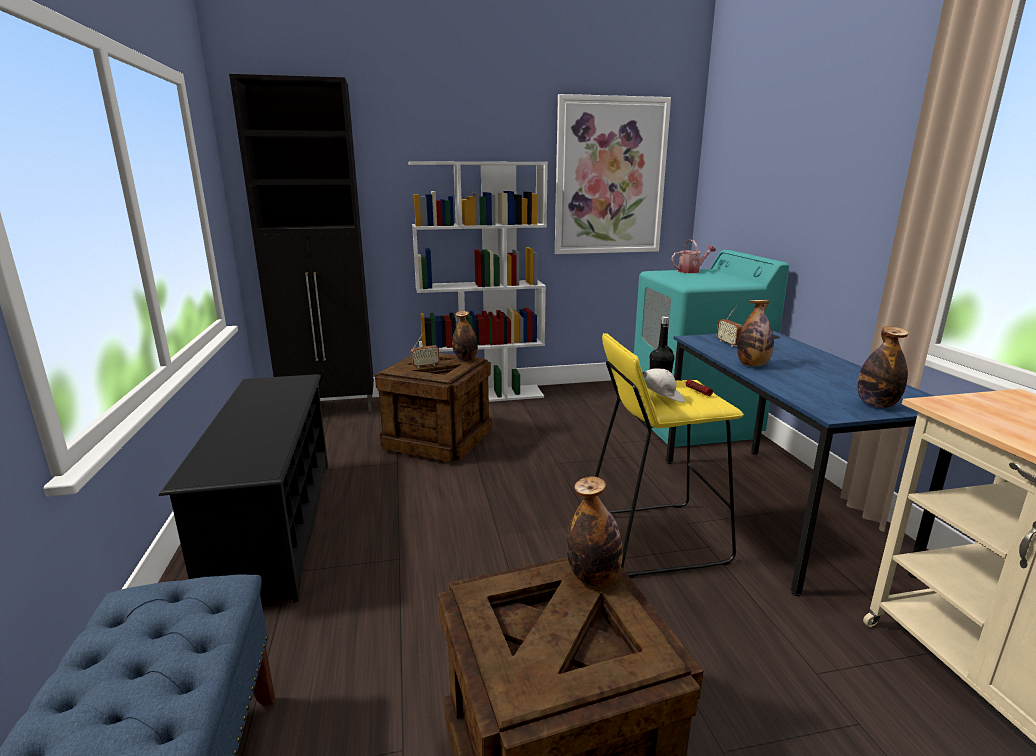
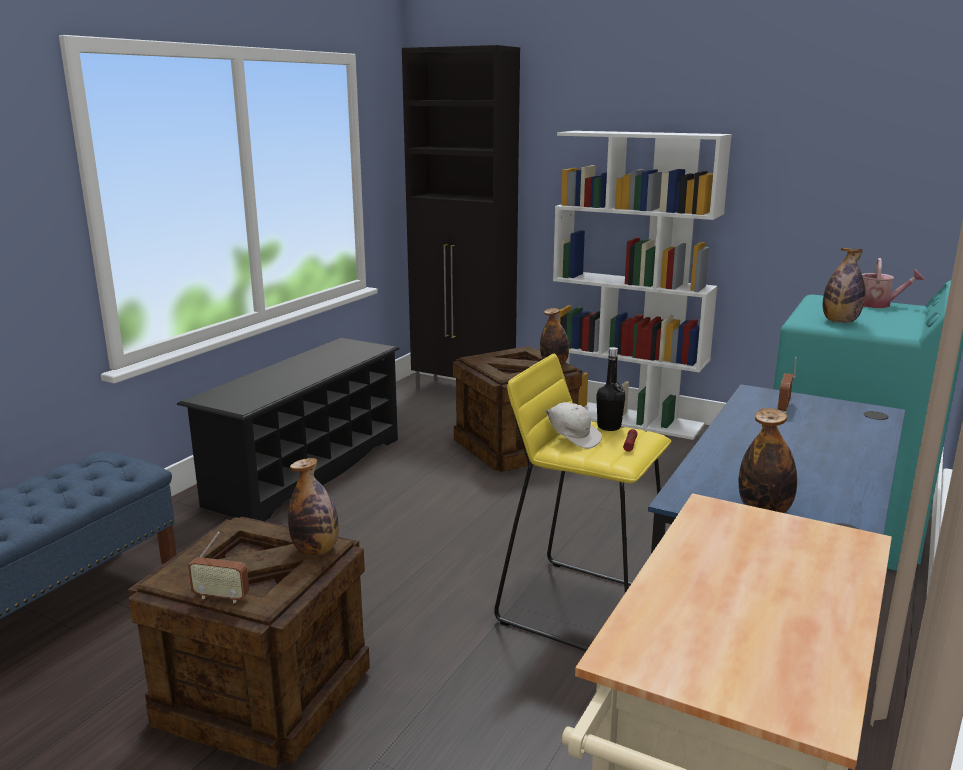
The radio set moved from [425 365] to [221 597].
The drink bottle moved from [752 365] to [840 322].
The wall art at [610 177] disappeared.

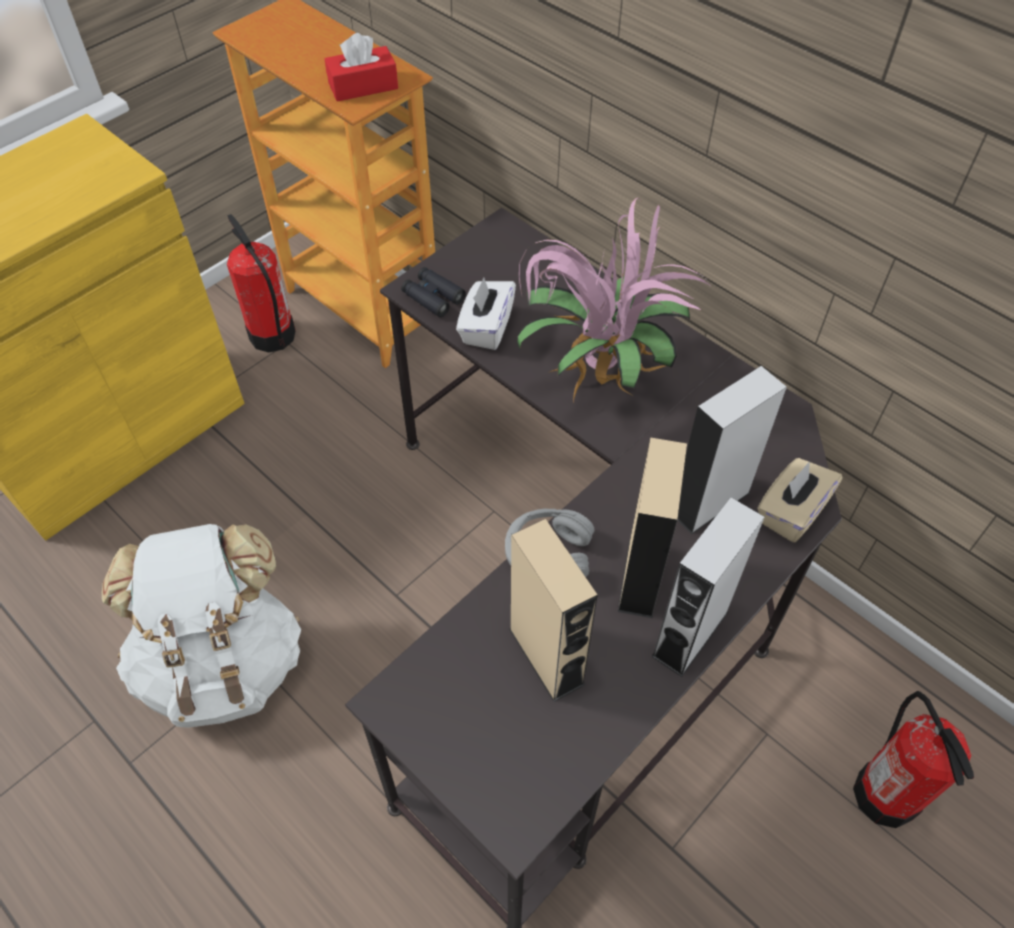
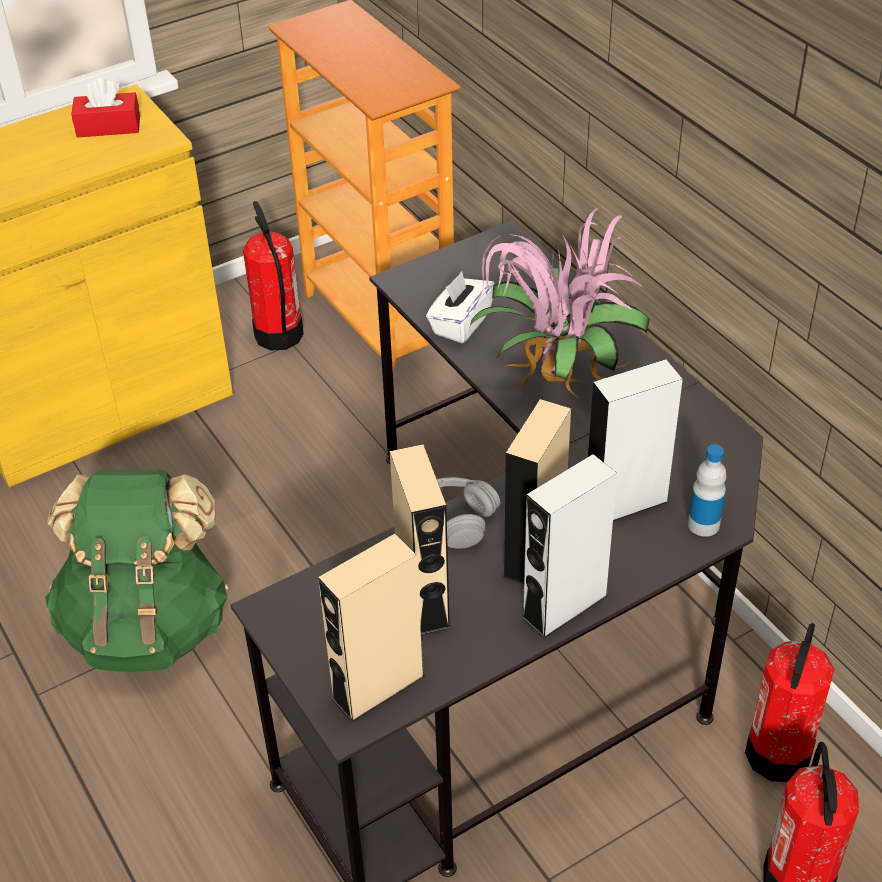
The rucksack/whitish at [224 663] became the rucksack/greenish at [148 625].
The tissue holder/red moved from [363 86] to [108 126].
The loudspeaker/beige at [378 687] appeared.
The tissue holder/beige at [791 512] was replaced by the drink bottle at [703 524].
The fire extinguisher at [779 753] appeared.
The pair of binoculars/blackish at [433 297] disappeared.

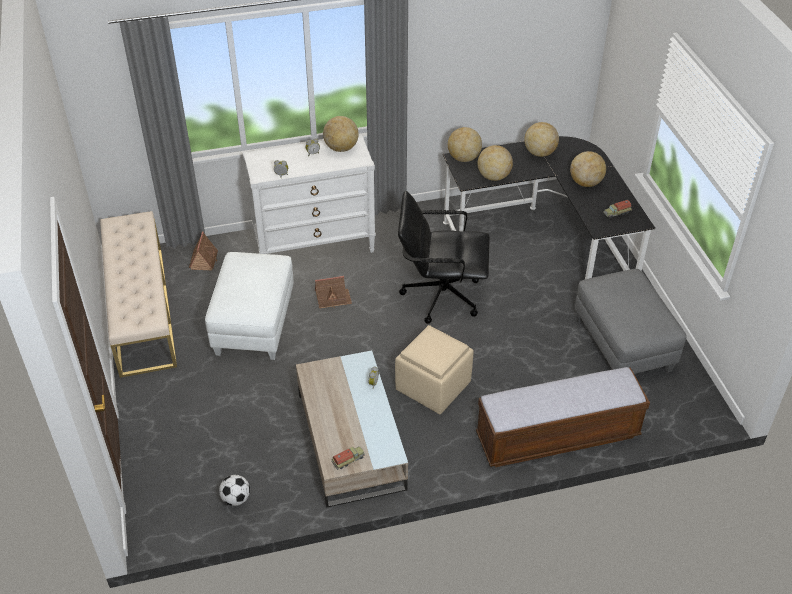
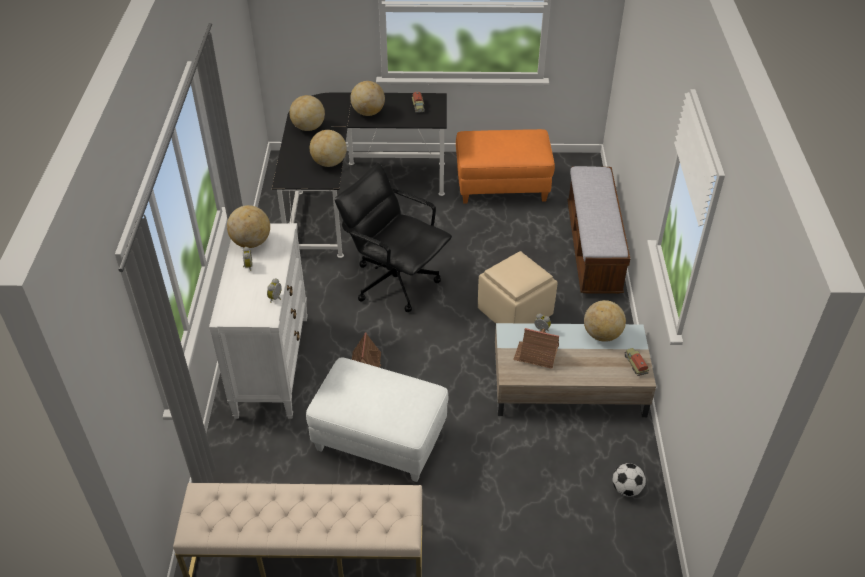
The desk chair/blackish at [441 295] turned 105 degrees clockwise.
The pouffe/greyish at [623 346] became the pouffe/orange-coloured at [502 186].
The toy house moved from [204 260] to [536 355].
The world globe moved from [463 158] to [602 335].

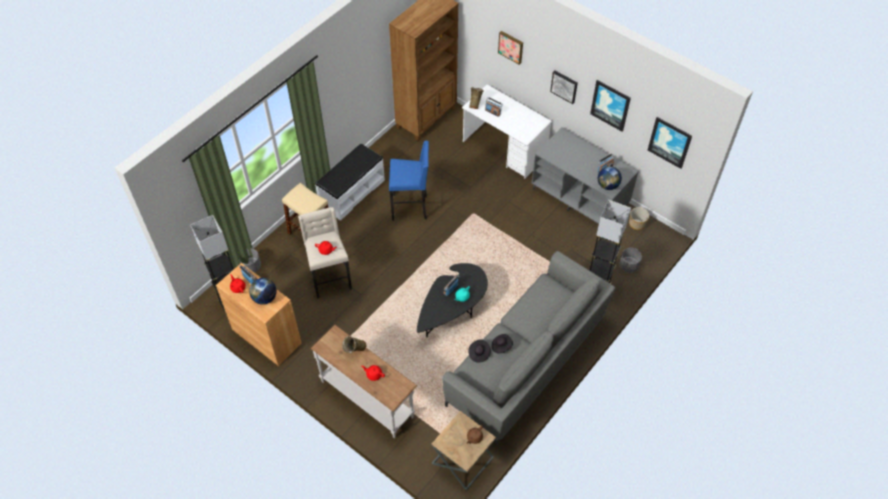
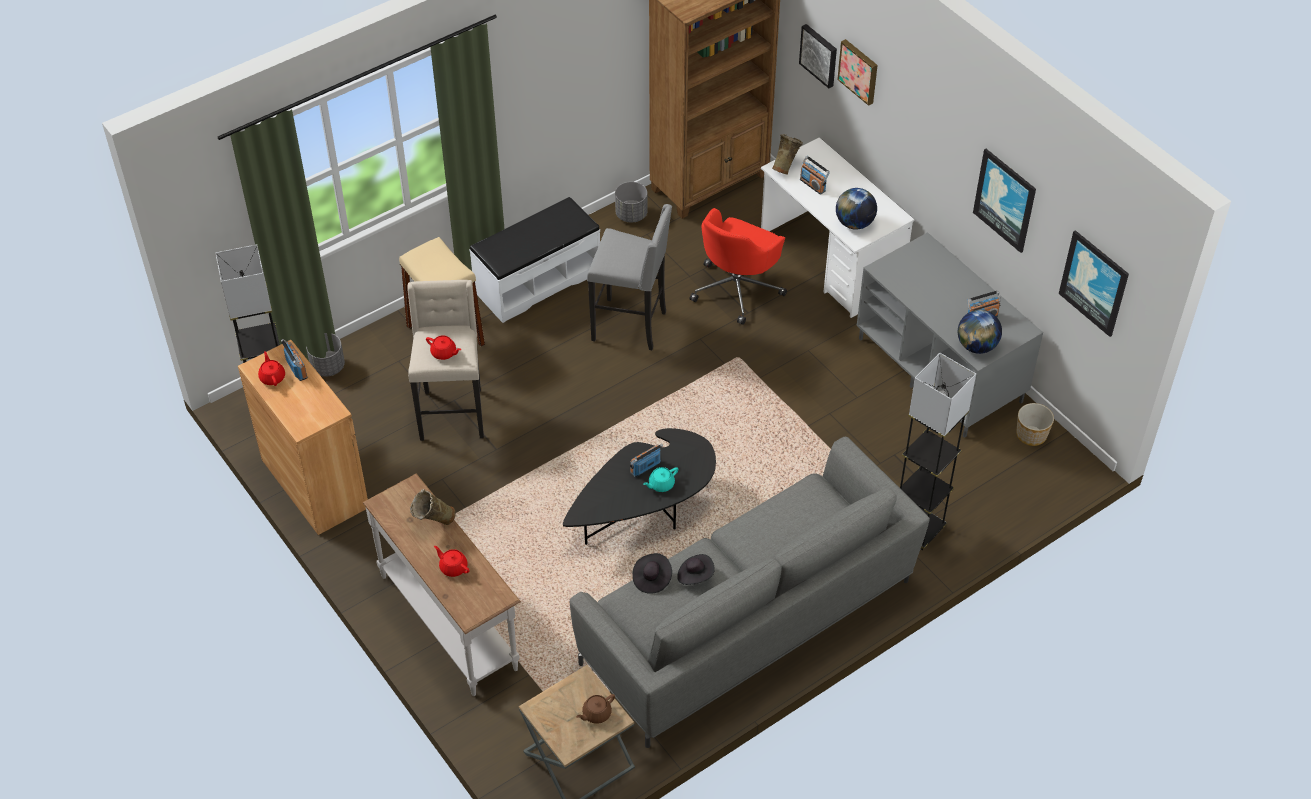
The sitting stool/bluish at [410 207] became the sitting stool/greyish at [631 326].
The flower pot/greyish moved from [628 266] to [631 215].
The desk chair/red at [737 288] appeared.
The wall art moved from [564 86] to [819 55].
The world globe moved from [265 298] to [854 223].

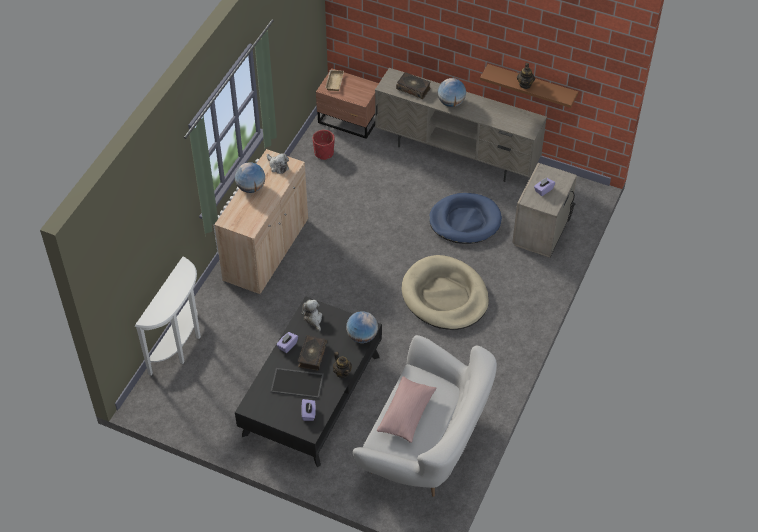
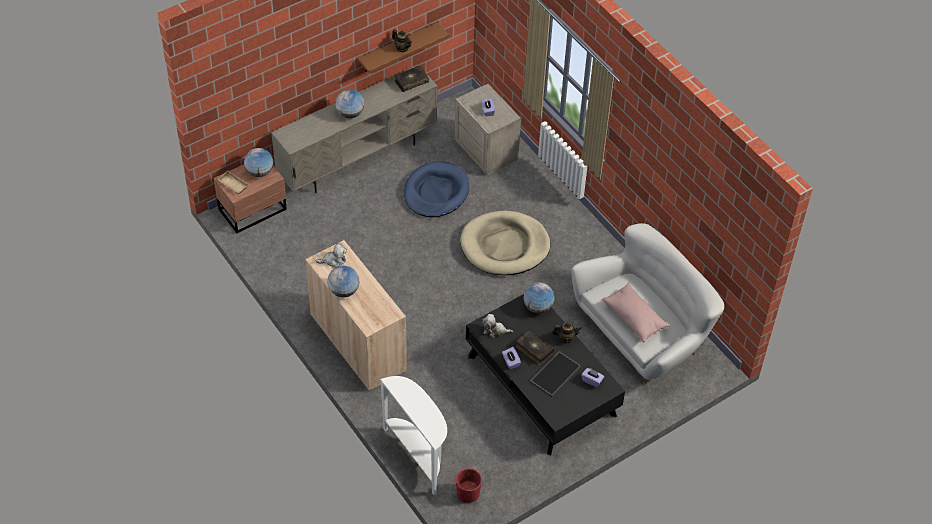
The world globe at [259 172] appeared.
The volume moved from [413 88] to [411 81].
The flower pot/red moved from [324 153] to [468 493].

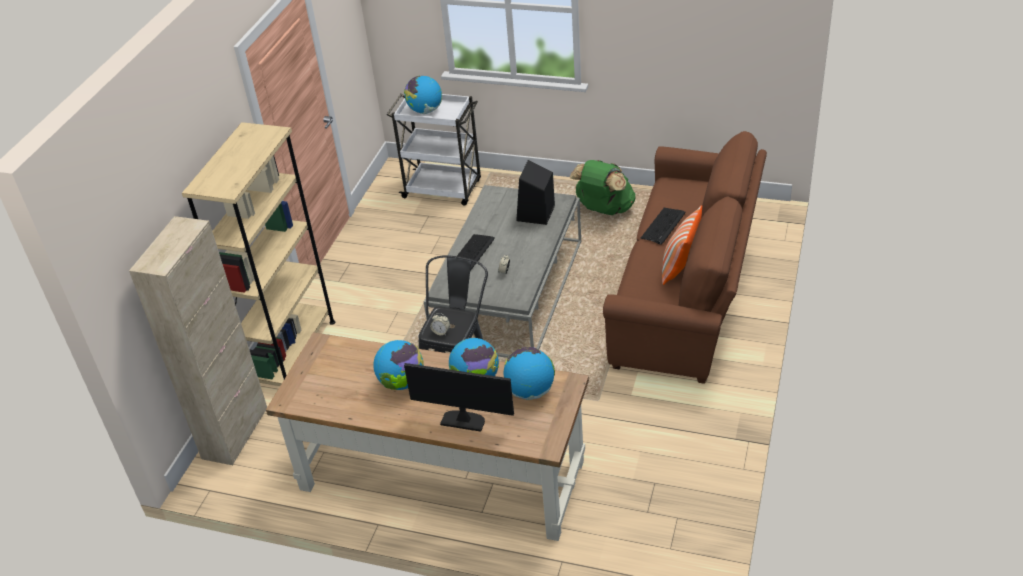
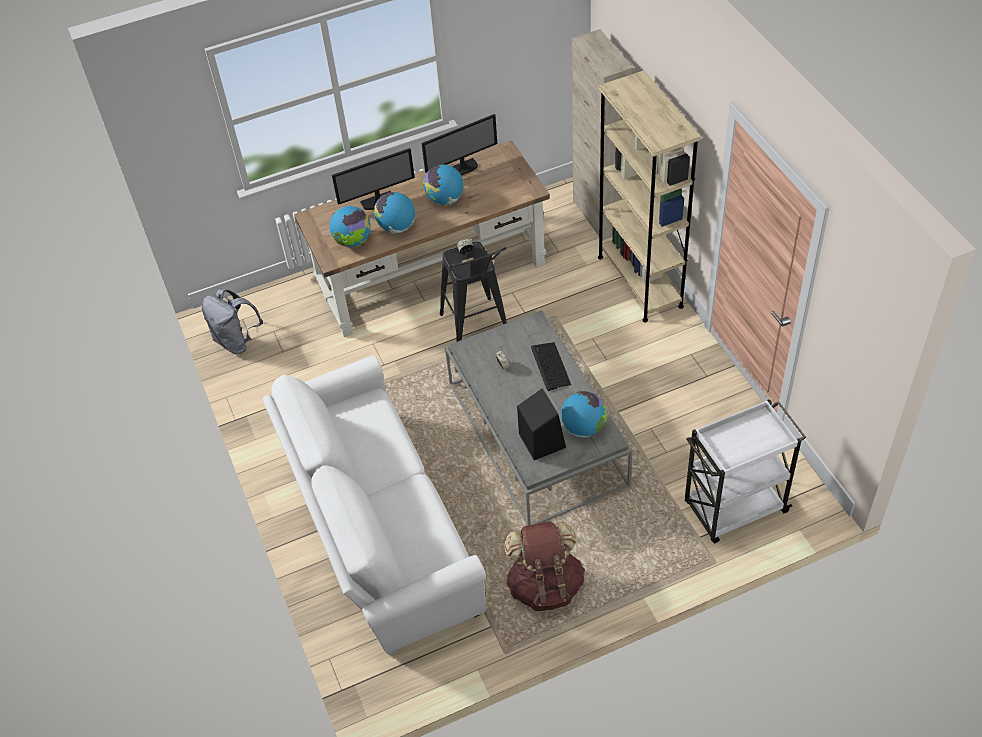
The rucksack/greyish at [237 341] appeared.
The sofa/brownish at [688 293] became the sofa/whitish at [378 529].
The computer screen at [462 169] appeared.
The rucksack/greenish at [604 209] became the rucksack/brownish at [545 585].
The world globe moved from [425 111] to [583 428].
The PC keyboard at [663 226] disappeared.
The cushion at [679 268] disappeared.

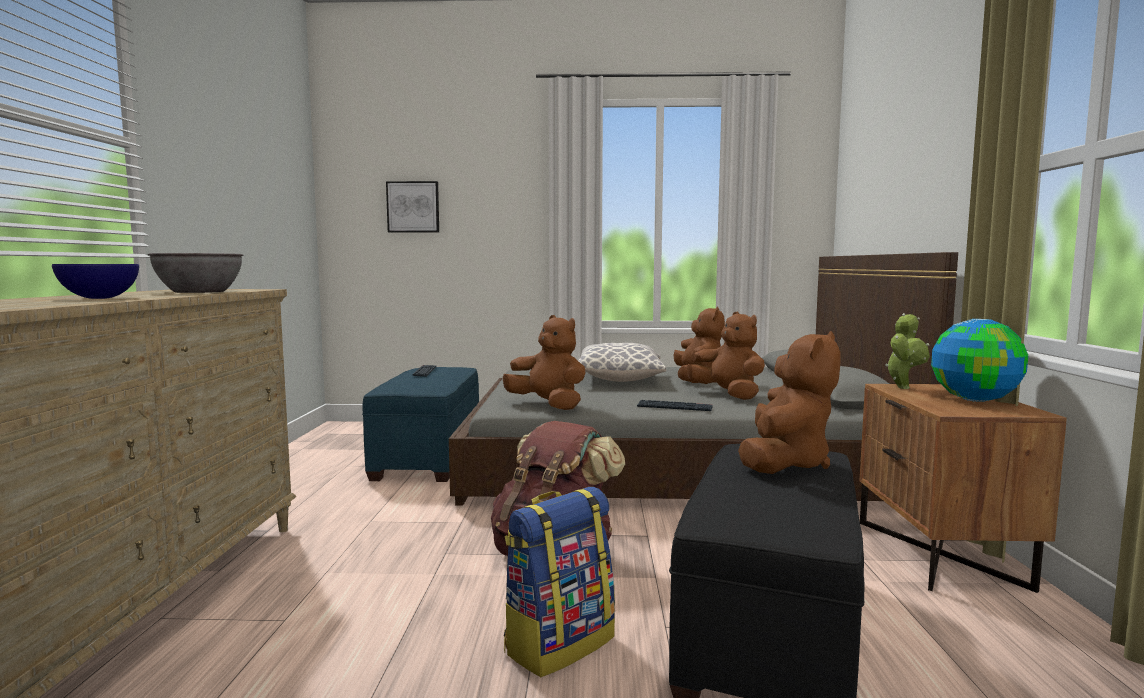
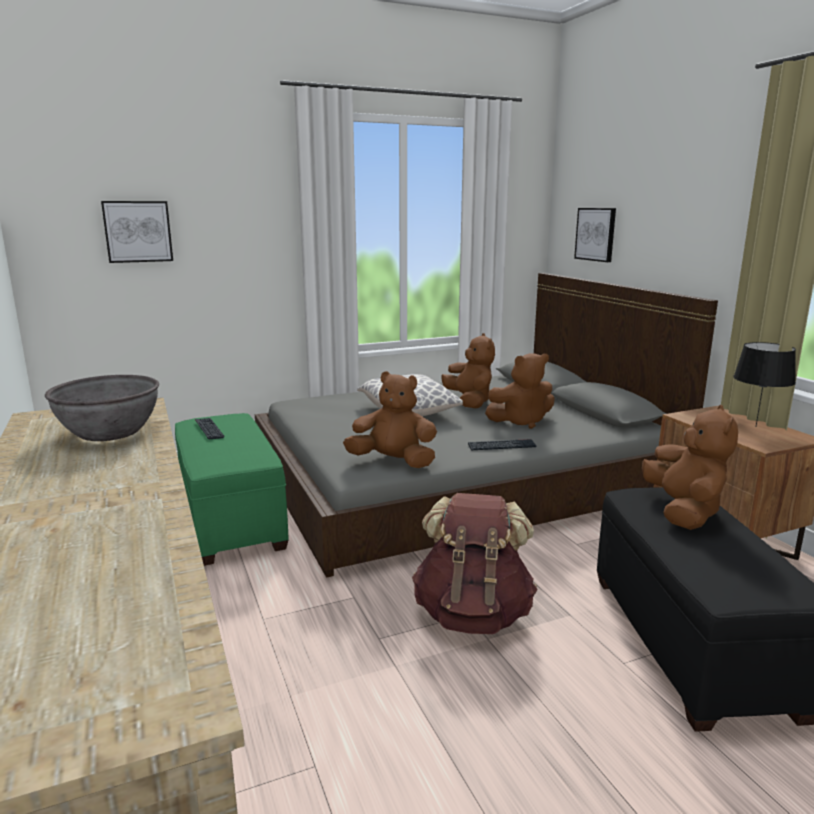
The pouffe/bluish at [429 457] became the pouffe/greenish at [231 519].
The cuddly toy/brownish at [728 395] turned 135 degrees clockwise.
The wall art at [596 234] appeared.
The world globe at [975 400] was replaced by the lamp for a table/blackish at [756 426].
The bowl/bluish at [99 298] disappeared.
The rucksack at [559 643] disappeared.
The plant in a pot at [903 387] disappeared.

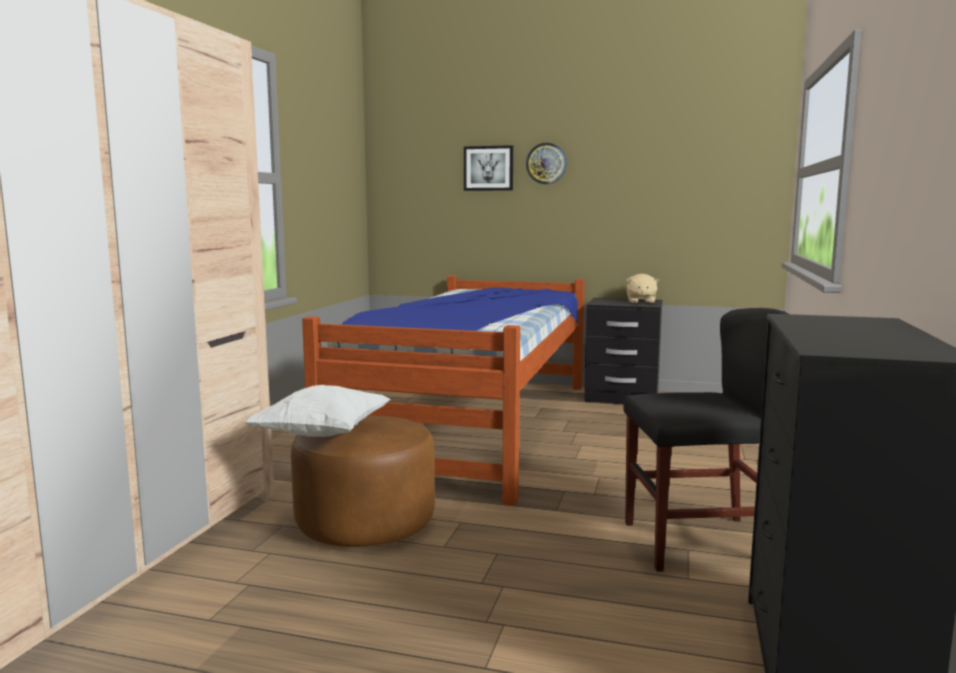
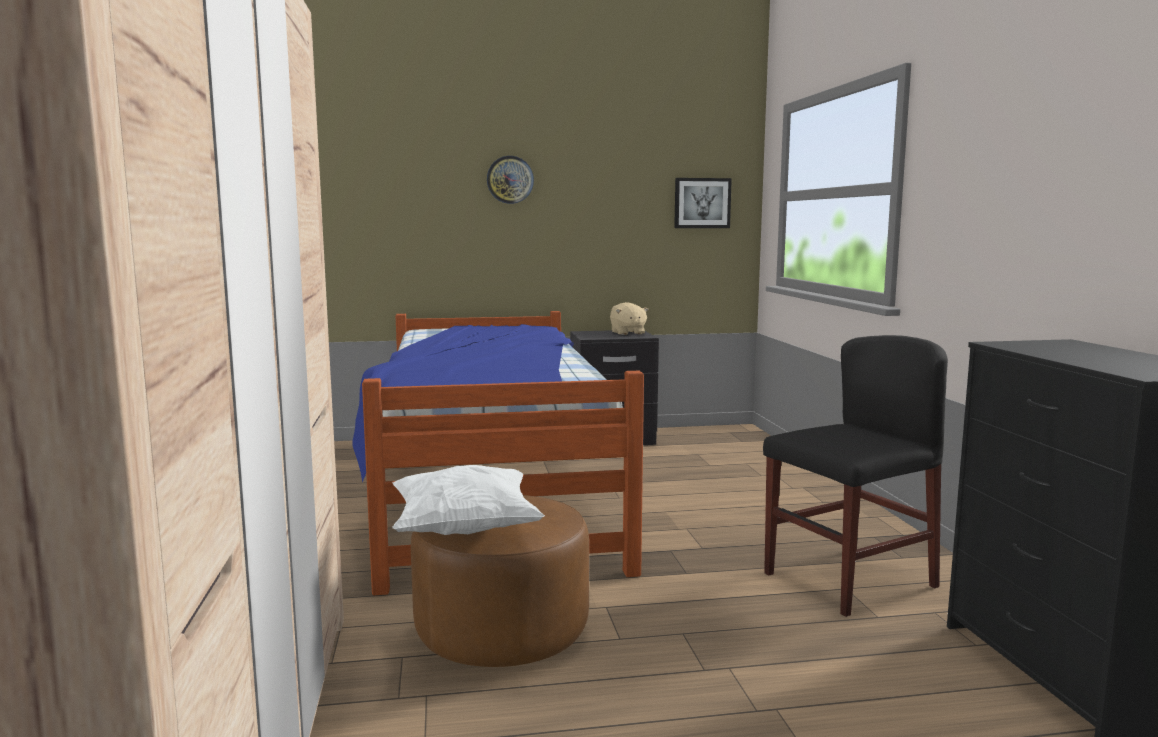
The wall art moved from [488 168] to [702 203].

